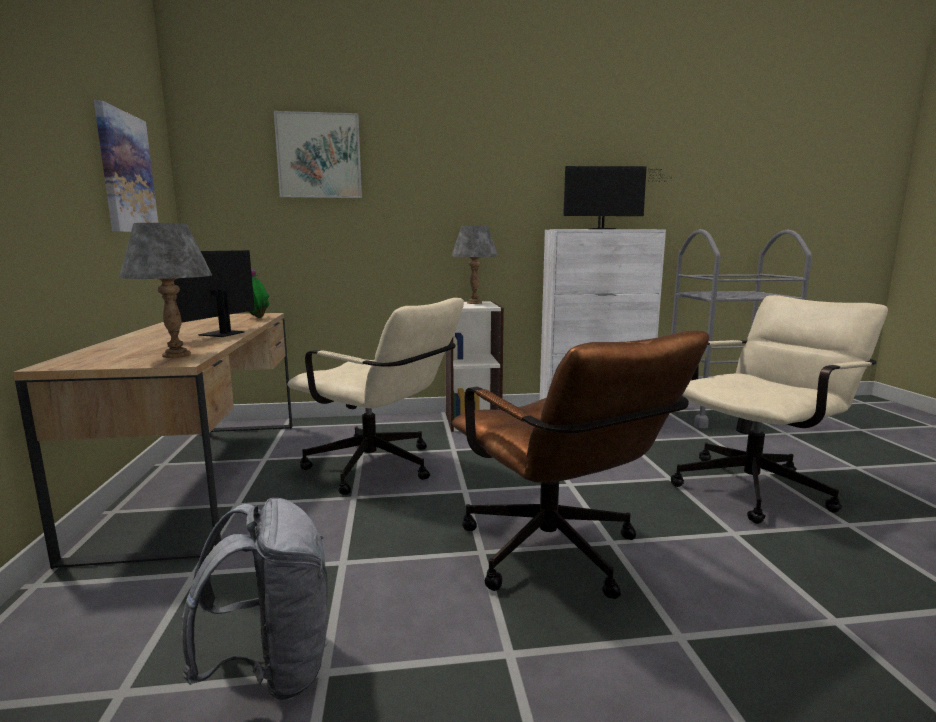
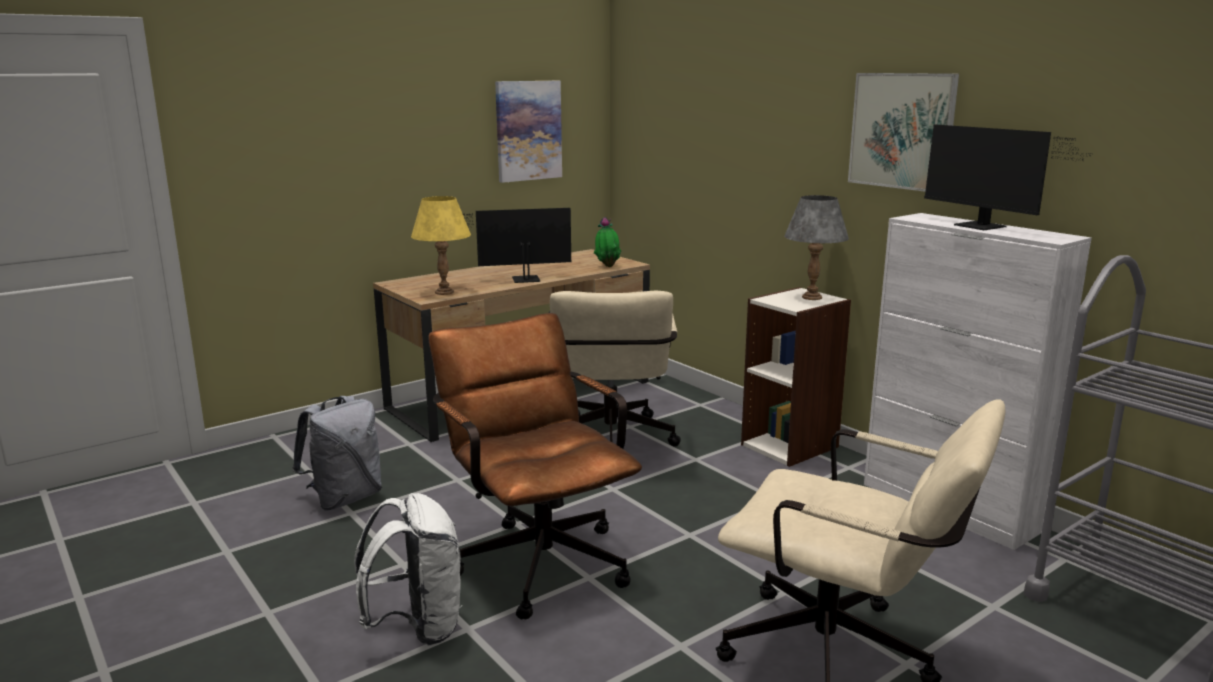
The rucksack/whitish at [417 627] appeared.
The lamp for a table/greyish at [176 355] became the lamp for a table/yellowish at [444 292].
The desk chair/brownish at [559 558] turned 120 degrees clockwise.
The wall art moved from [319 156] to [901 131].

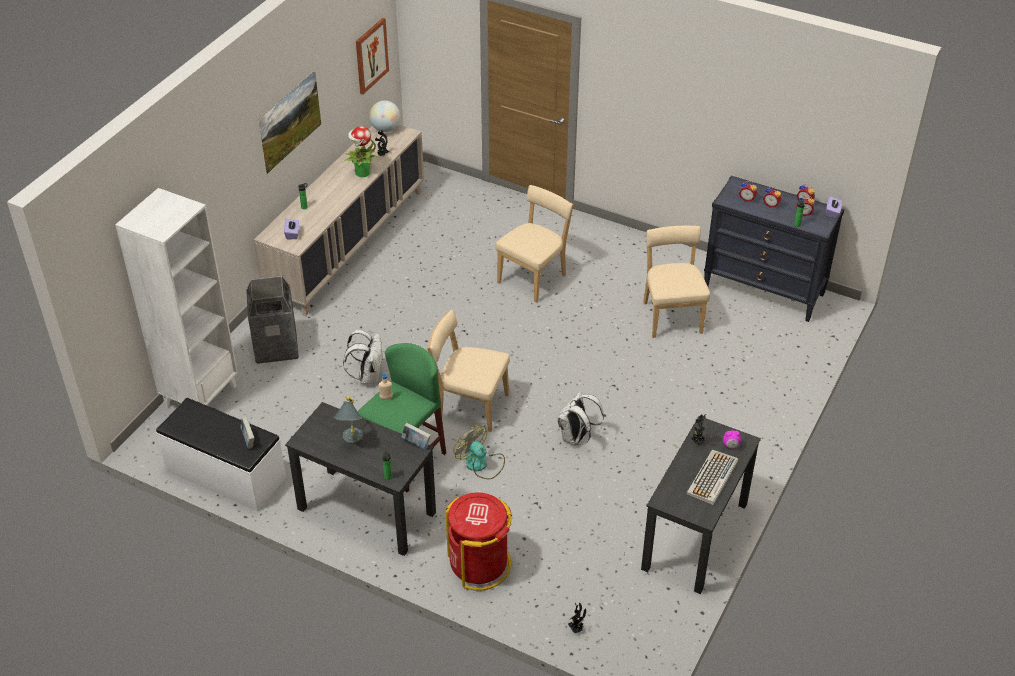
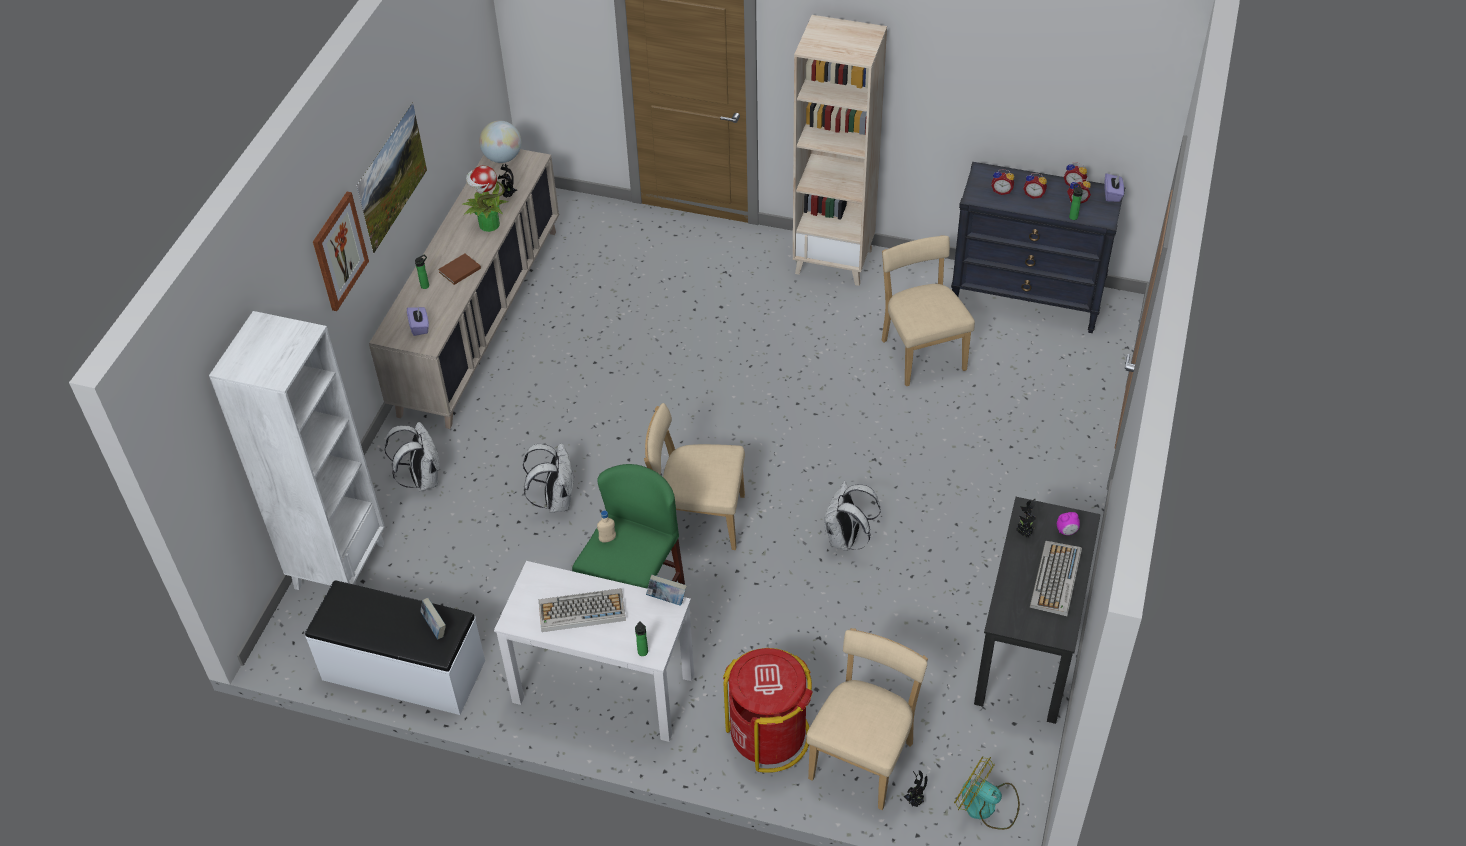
The wall art moved from [371 55] to [339 251].
The trash can at [276 347] was replaced by the rucksack/whitish at [422 479].
The volume/brownish at [458 270] appeared.
The desk unit/blackish at [366 510] became the desk unit/whitish at [603 688].
The lamp for a table/greyish at [351 442] was replaced by the PC keyboard at [581 611].
The shelving unit/beige at [834 261] appeared.
The chair/beige moved from [534 277] to [864 757].
The fan moved from [481 464] to [986 806].

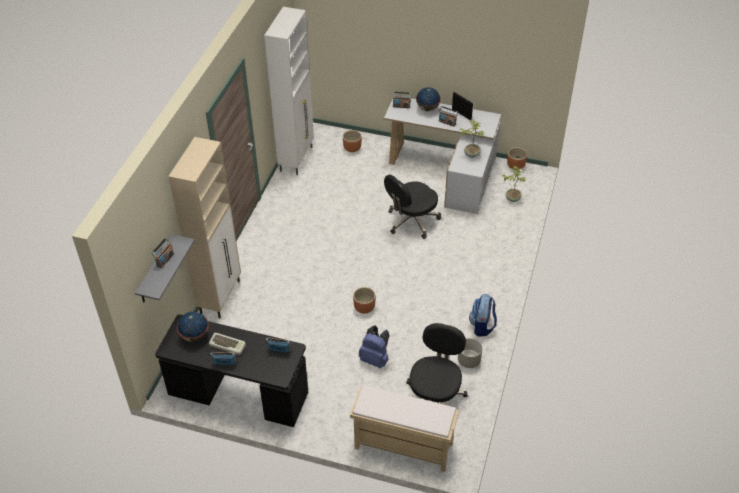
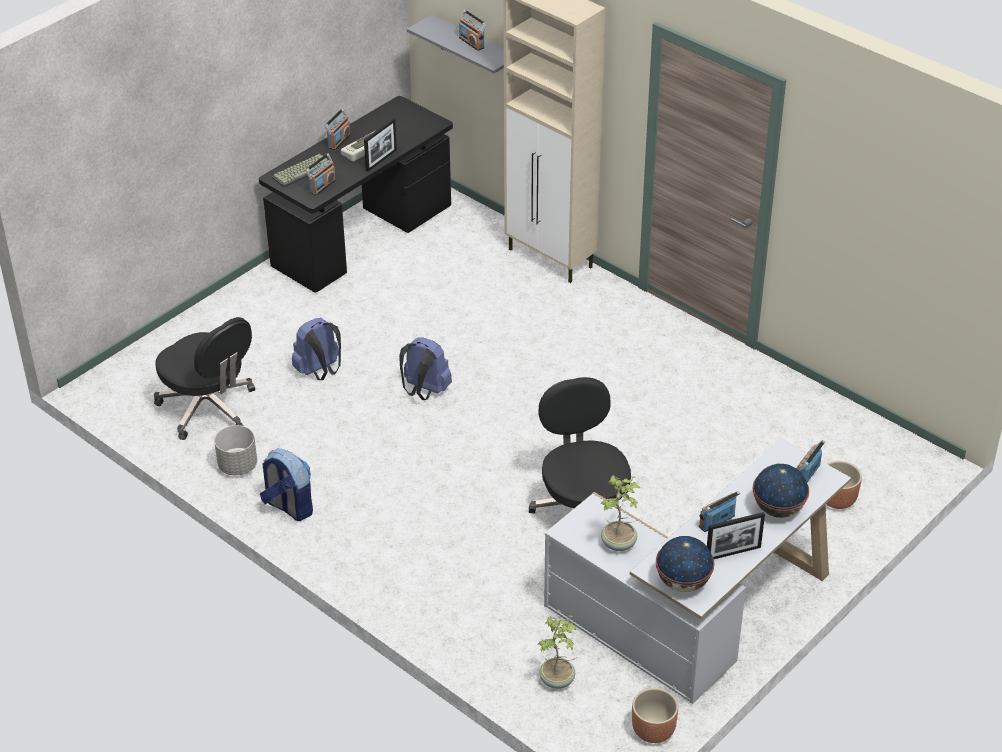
The PC keyboard at [302 170] appeared.
The photo frame at [381 160] appeared.
The flower pot/brownish at [364 308] was replaced by the rucksack/bluish at [424 391].
The world globe moved from [195 336] to [682 583].
The cupboard/whitish at [297 158] disappeared.
The long seat/beige at [402 446] disappeared.

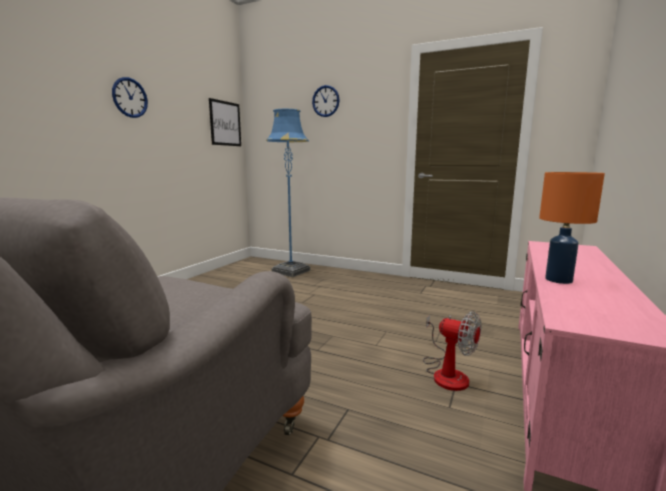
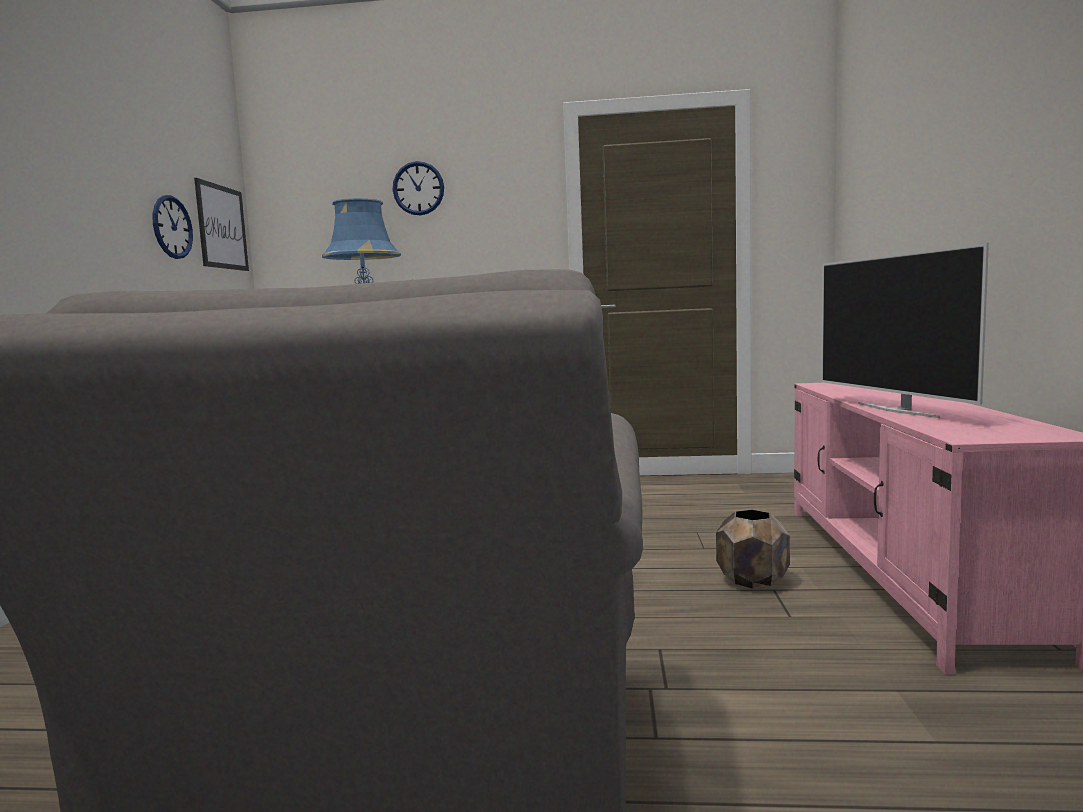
The wall clock moved from [130 97] to [172 227].
The fan at [446 373] was replaced by the flower pot/brownish at [752 581].
The lamp for a table/orange-coloured at [559 280] was replaced by the television at [897 410].

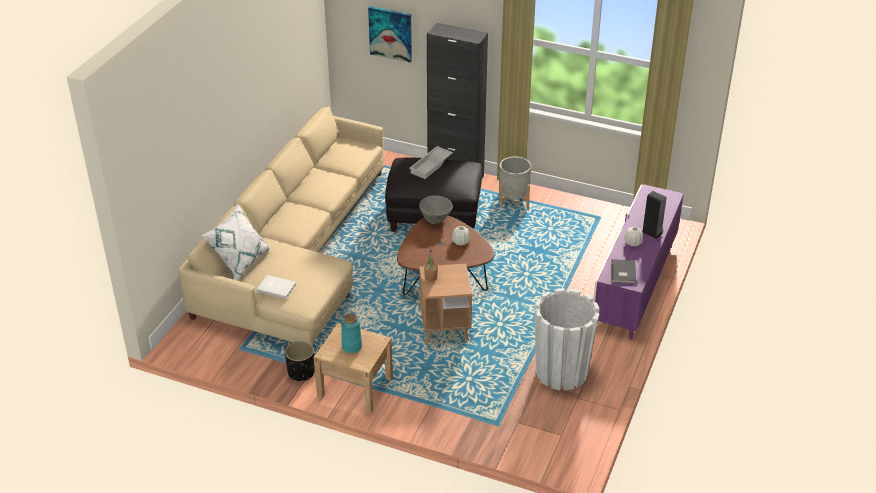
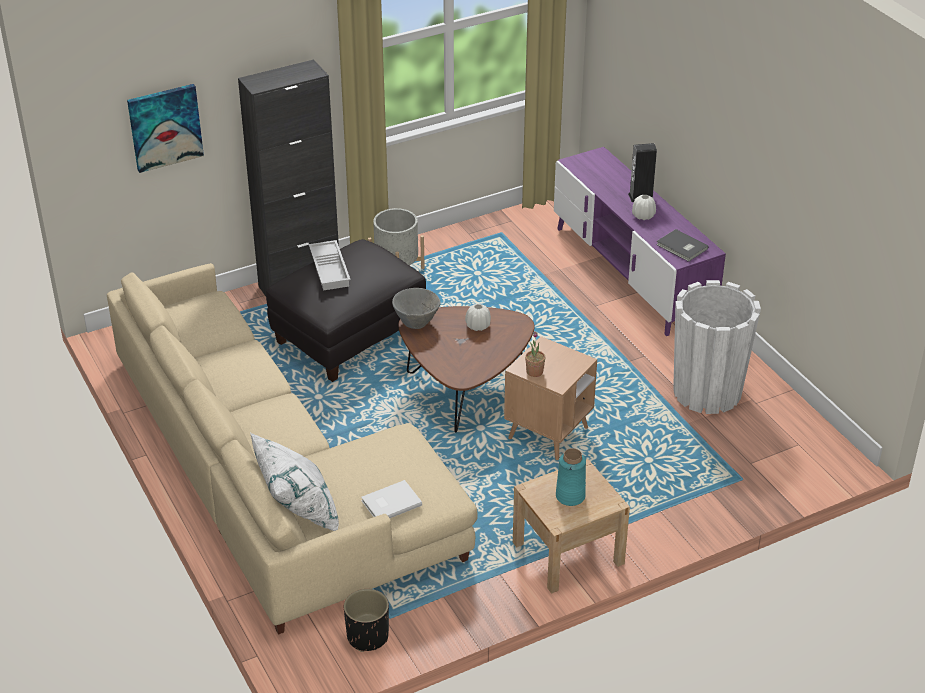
The flower pot/blackish moved from [301 372] to [367 636].

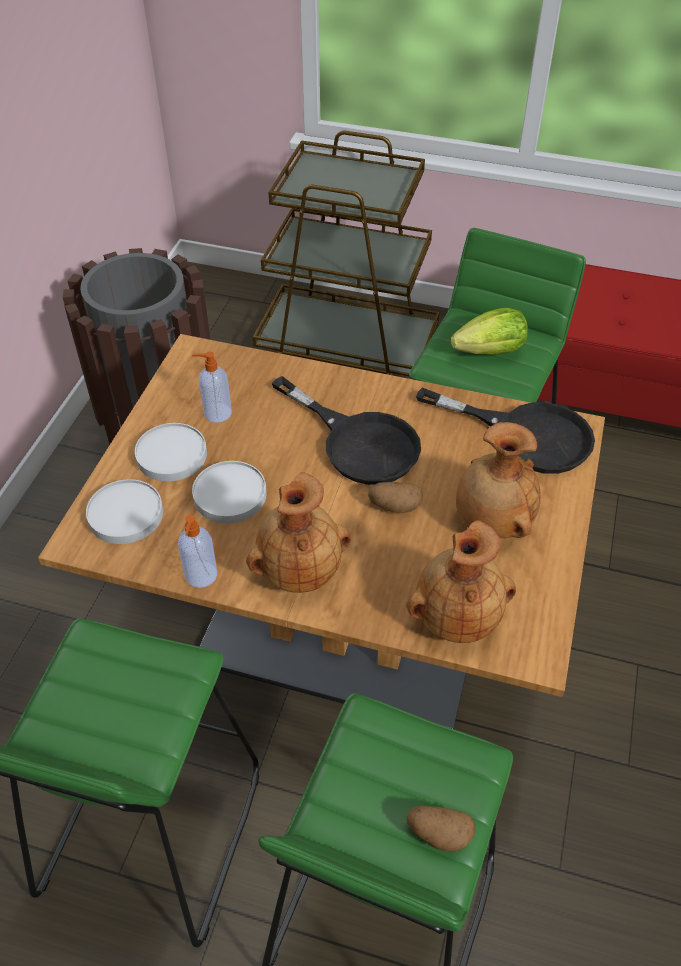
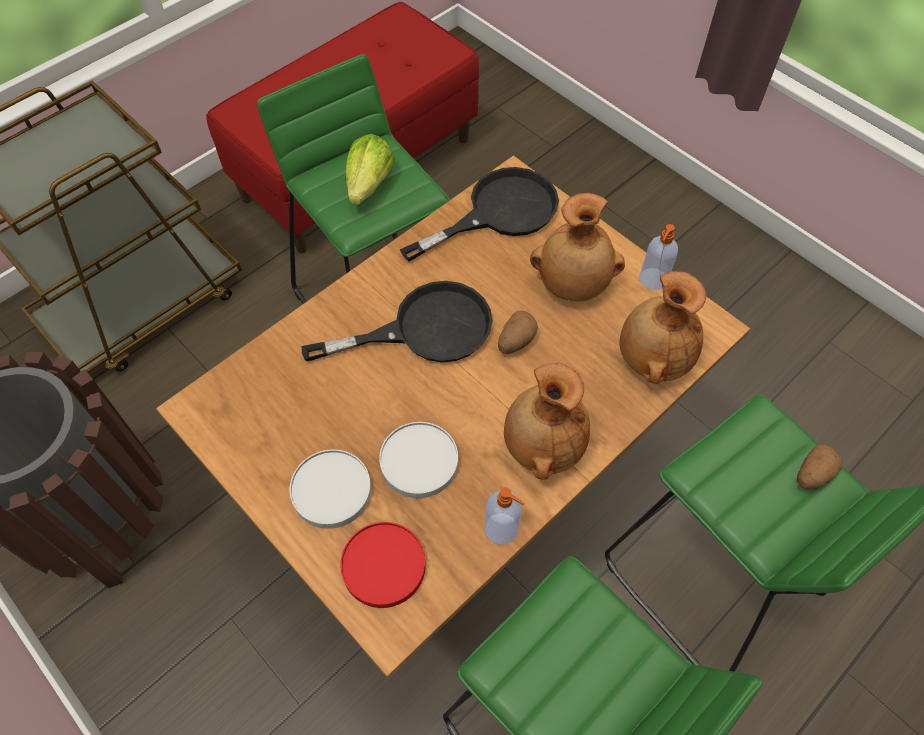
The plate/whitish at [126 514] became the plate/red at [384 565].
The soap bottle moved from [216 413] to [652 280].

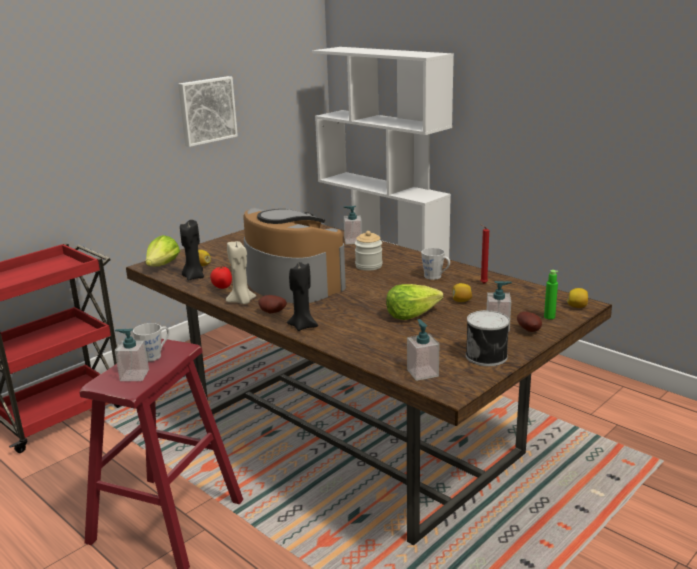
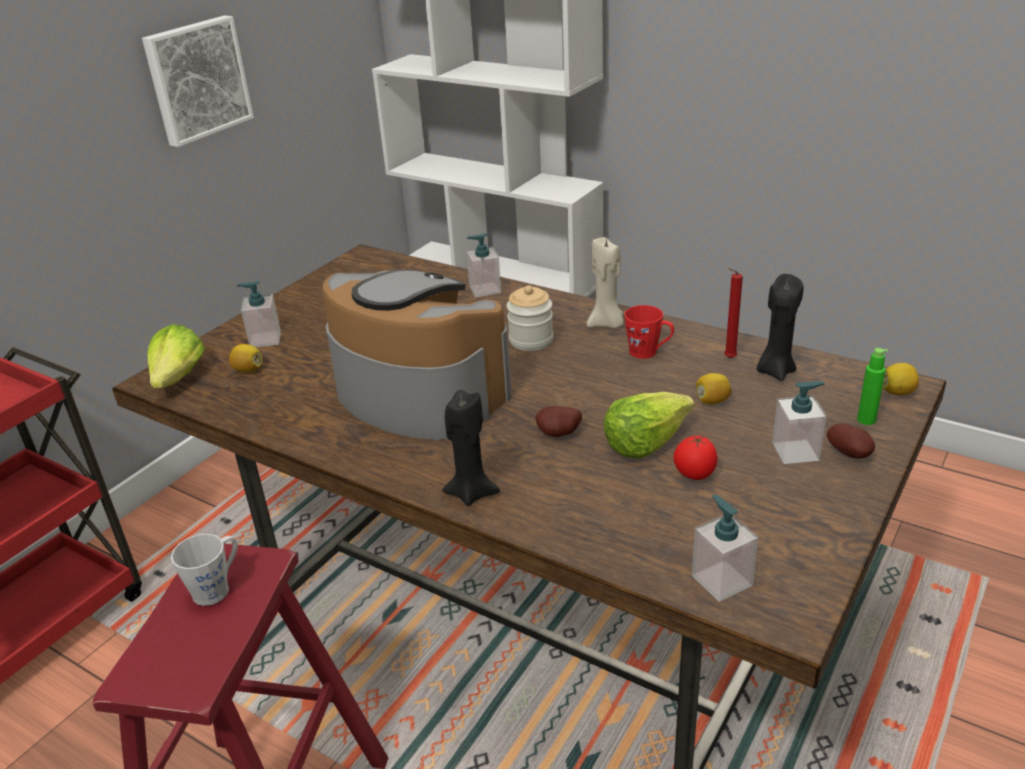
The soap bottle moved from [134 375] to [265 339].
The potato moved from [272 313] to [559 435].
The candle/beige moved from [242 301] to [607 324].
The coffee mug/greyish at [435 277] became the coffee mug/red at [648 352].
The fresh tomato moved from [222 287] to [694 474].
The candle/blackish moved from [193 277] to [775 371].
The sealed can at [487 356] disappeared.

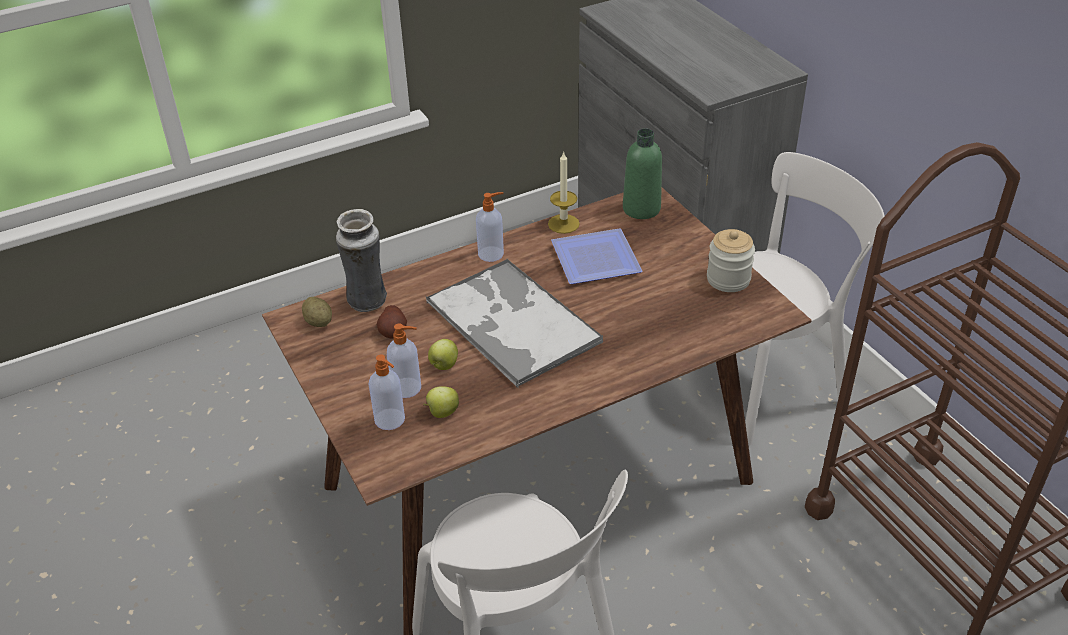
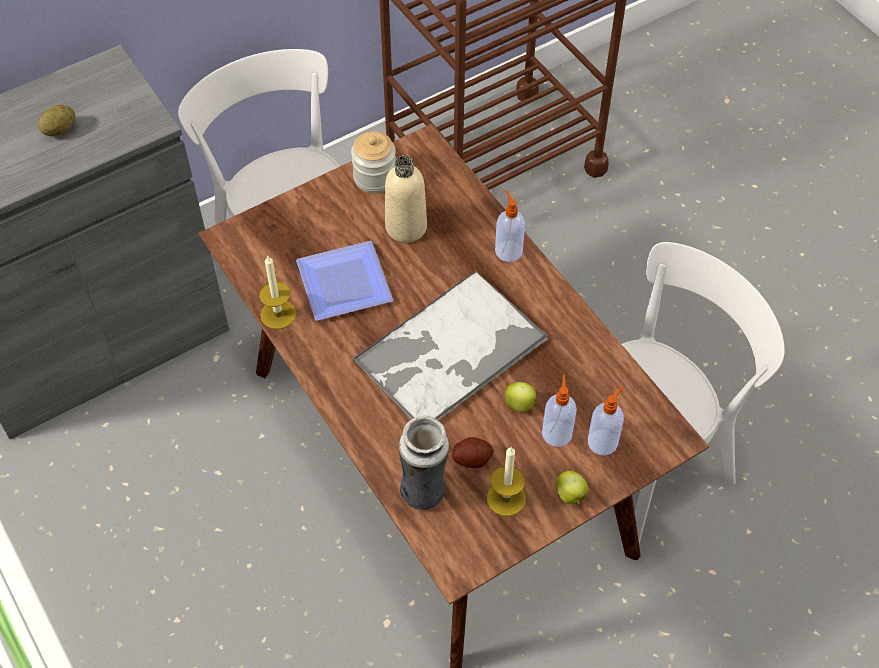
The potato moved from [318 322] to [60 130].
The drink bottle/beige at [406 227] appeared.
The candle at [506 498] appeared.
The soap bottle moved from [492 254] to [508 250].
The apple fruit moved from [442 412] to [571 496].
The drink bottle/greenish at [641 209] disappeared.

